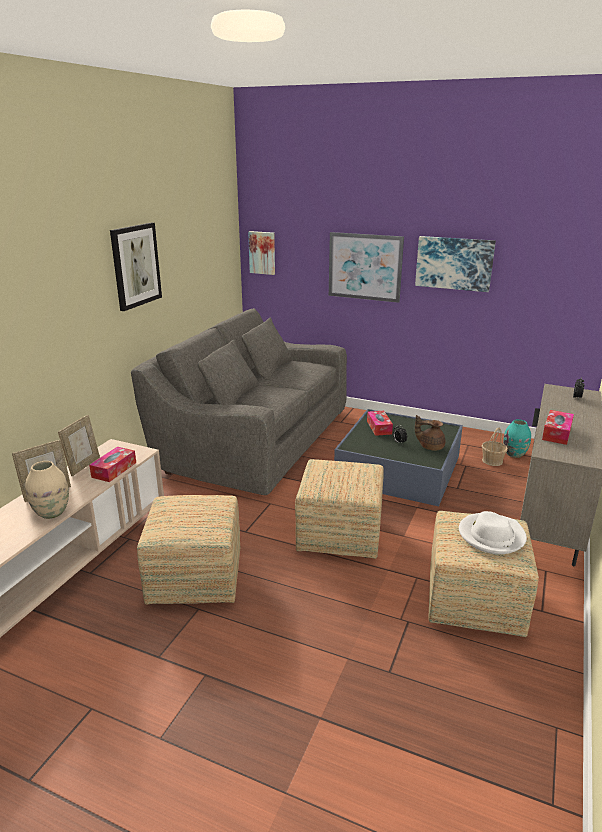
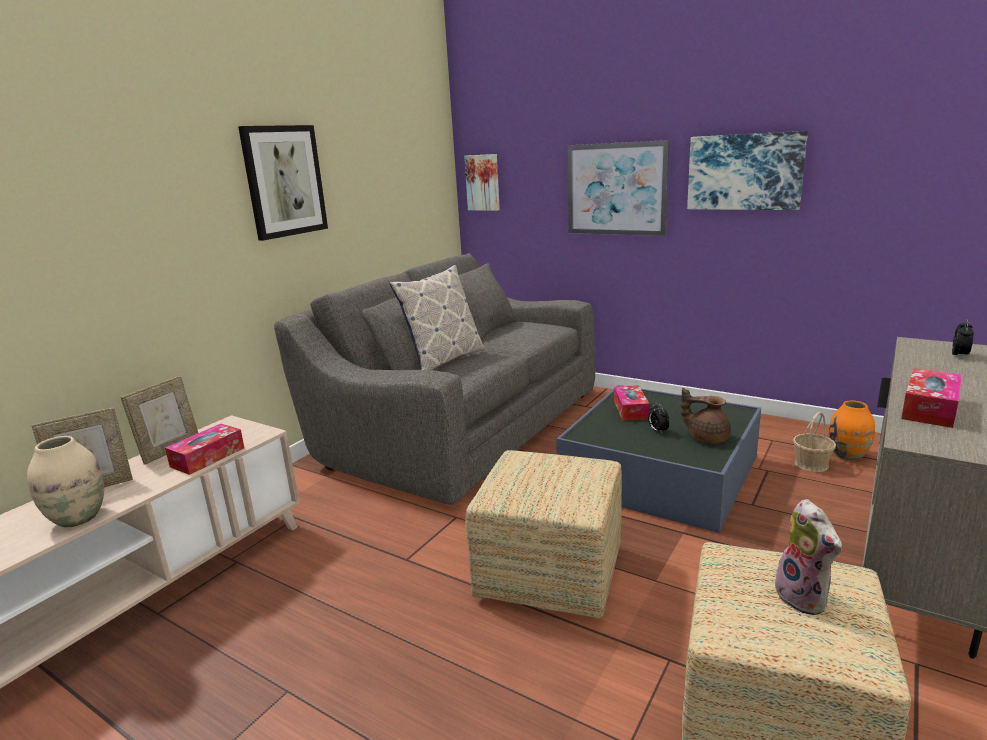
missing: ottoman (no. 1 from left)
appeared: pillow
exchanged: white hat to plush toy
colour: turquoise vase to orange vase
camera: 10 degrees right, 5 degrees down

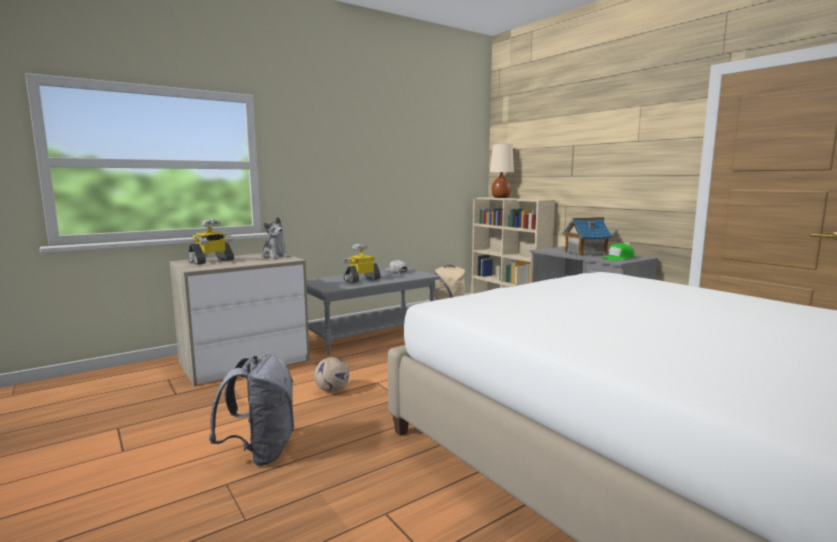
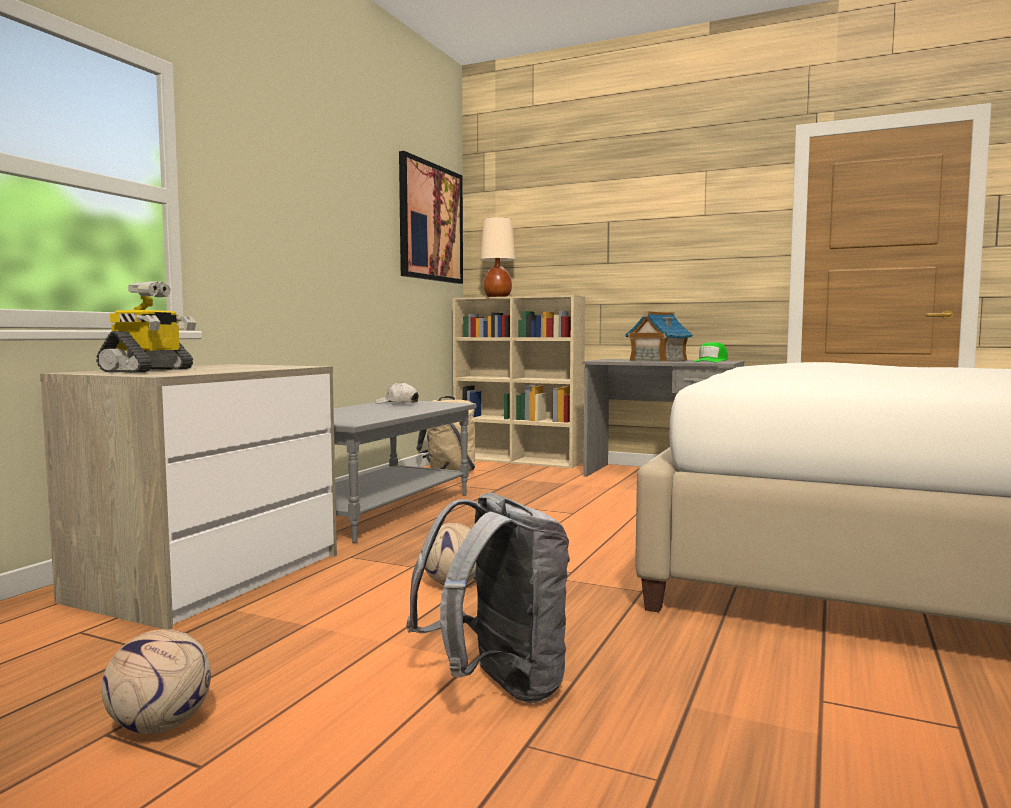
missing: plush toy; toy robot (no. 2 from left)
appeared: picture; football (no. 1 from left)
camera: 30 degrees left, 5 degrees down

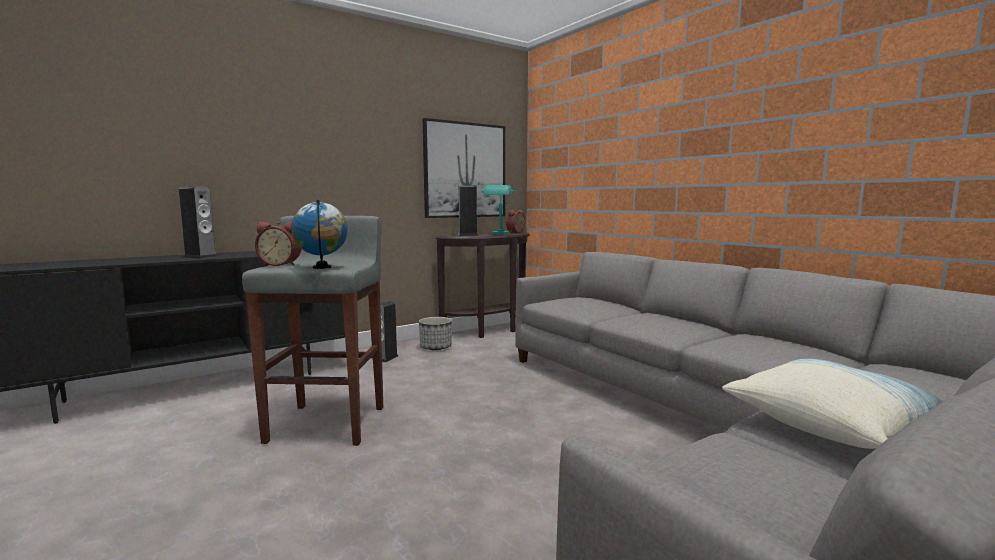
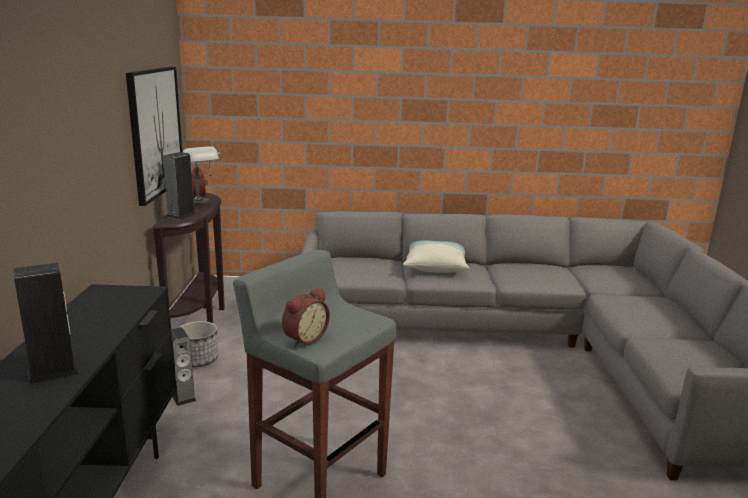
missing: globe
relocated: pillow
colour: turquoise table lamp to grey table lamp
camera: 55 degrees left, 10 degrees up

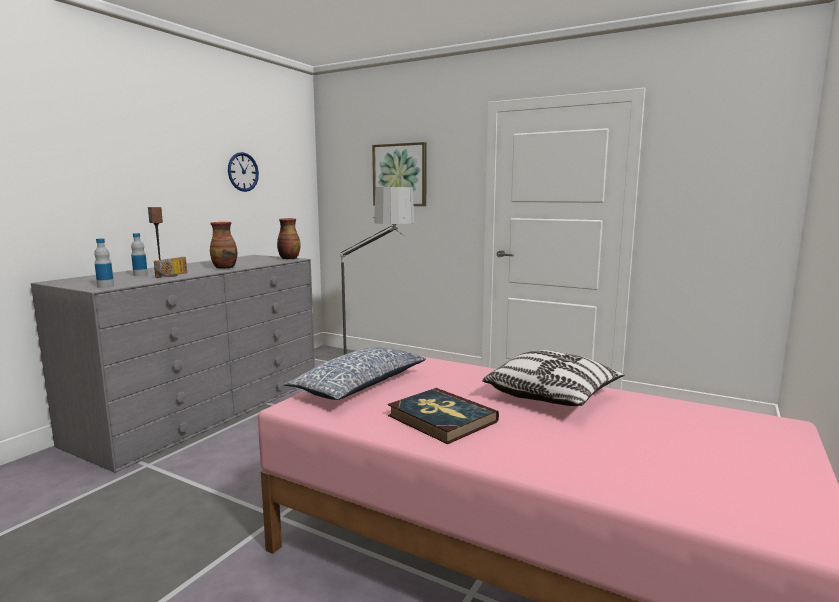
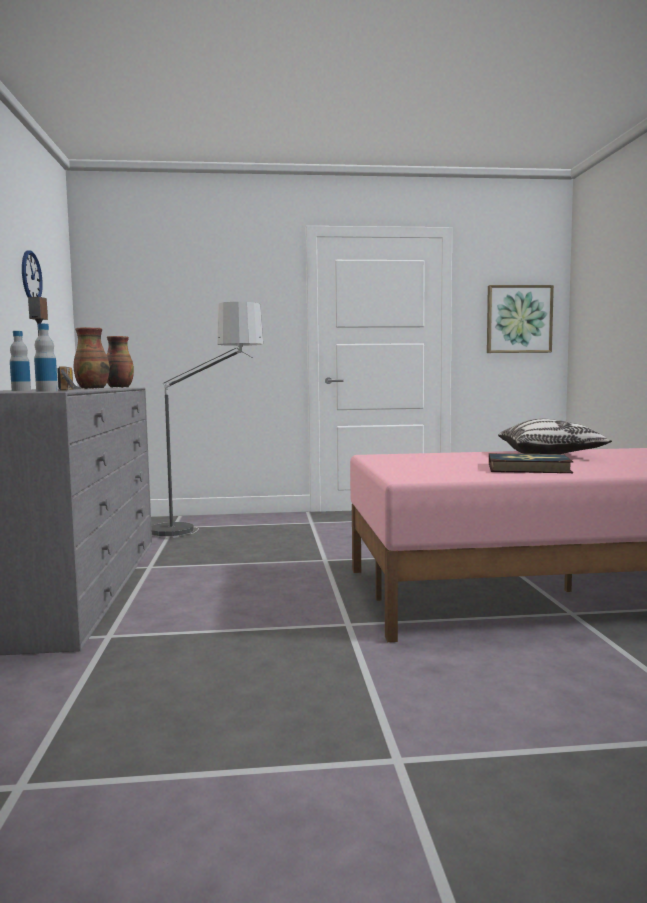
missing: pillow (no. 1 from left)
relocated: picture
camera: 35 degrees left, 5 degrees down

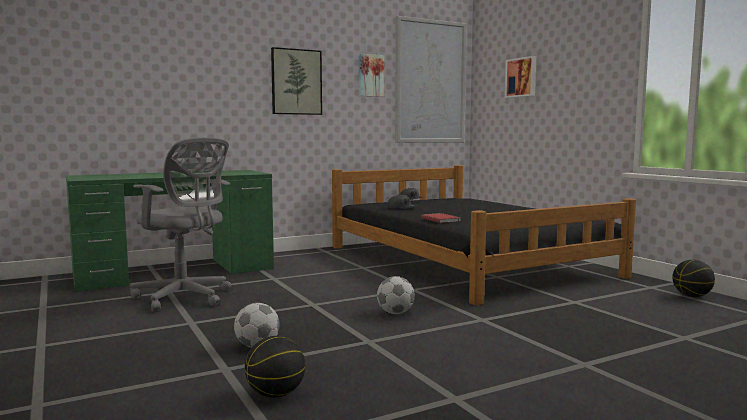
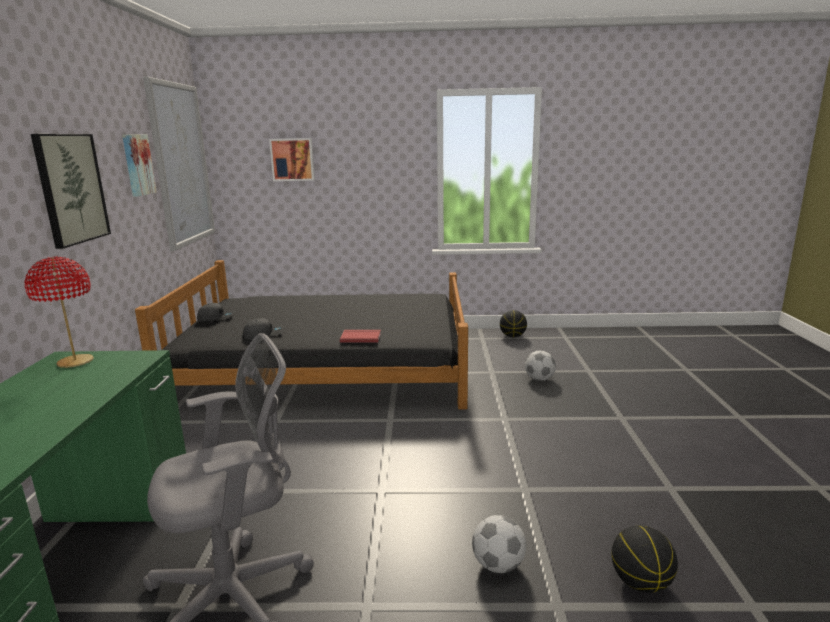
appeared: red table lamp
relocated: football (no. 2 from left)
camera: 60 degrees left, 10 degrees up

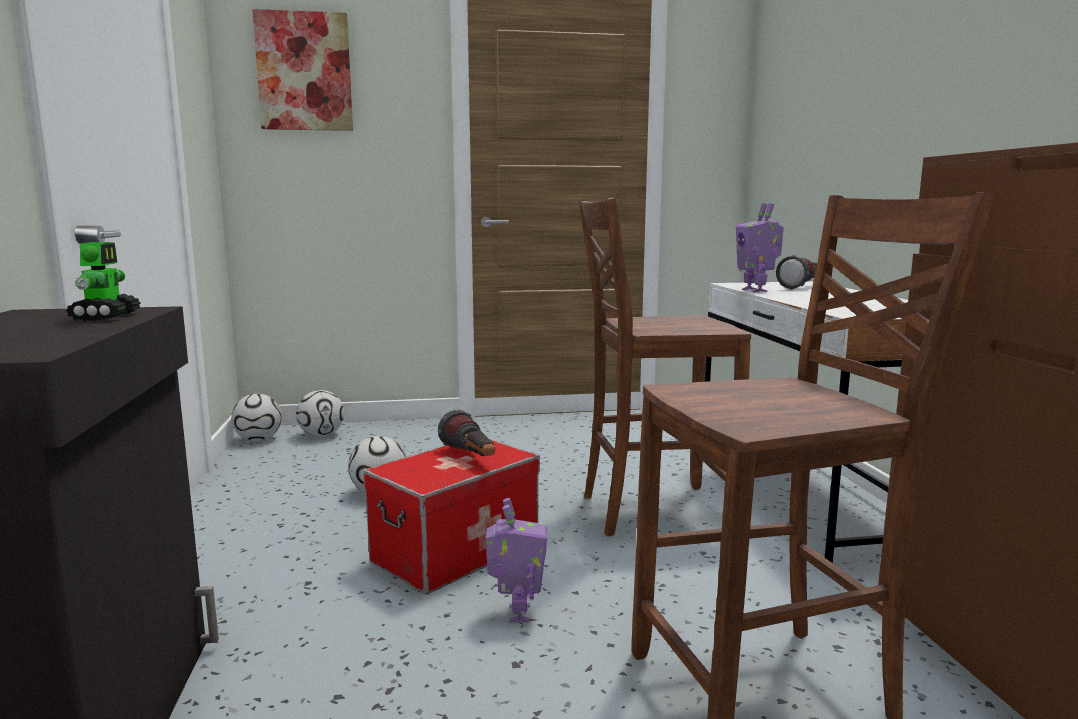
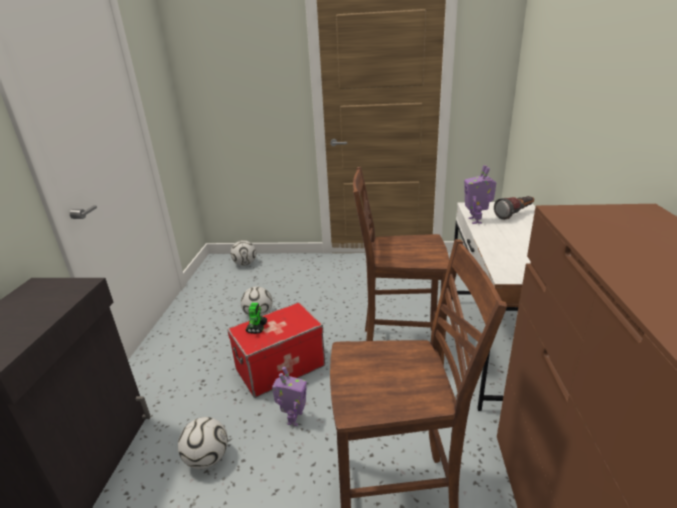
missing: picture; flashlight (no. 1 from left)
relocated: toy robot (no. 1 from left); football (no. 1 from left)
camera: 15 degrees right, 15 degrees up

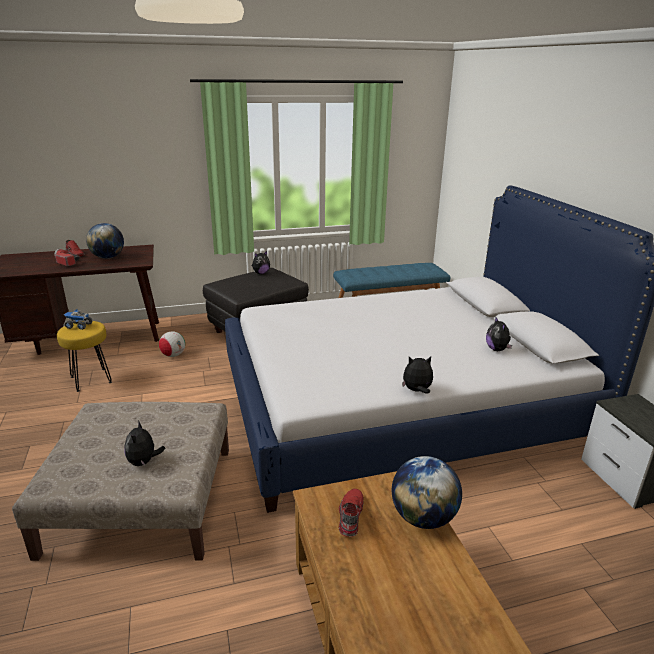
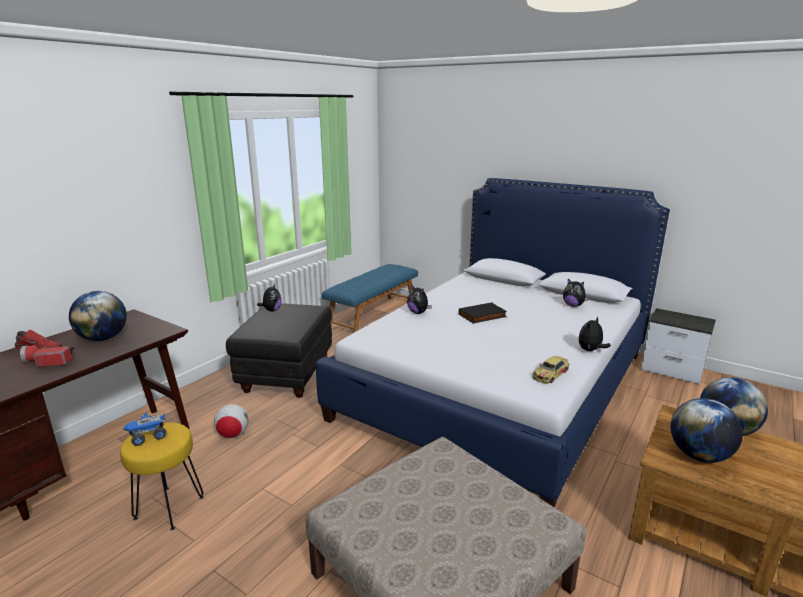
appeared: black book; toy car
relocated: plush toy (no. 1 from left in the first image) to plush toy (no. 2 from left)
exchanged: red shoe (no. 2 from left) to globe (no. 2 from left)
camera: 40 degrees left, 5 degrees down

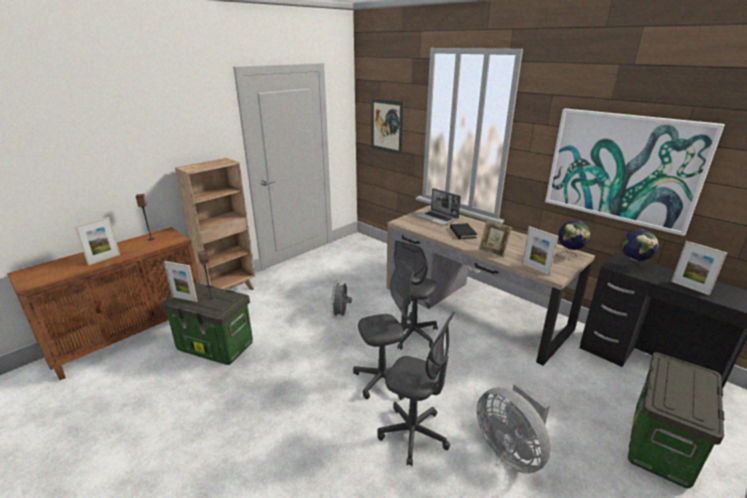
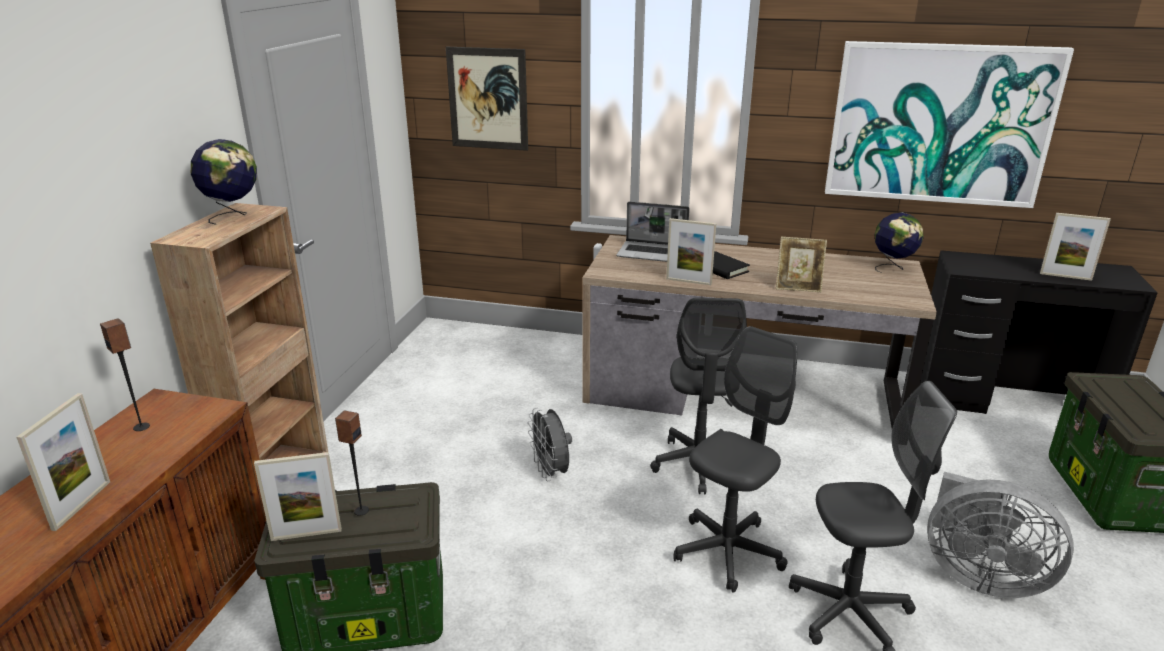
relocated: picture frame (no. 4 from left in the first image) to picture frame (no. 3 from left); globe (no. 2 from left in the first image) to globe (no. 1 from left)
camera: 30 degrees left, 0 degrees up

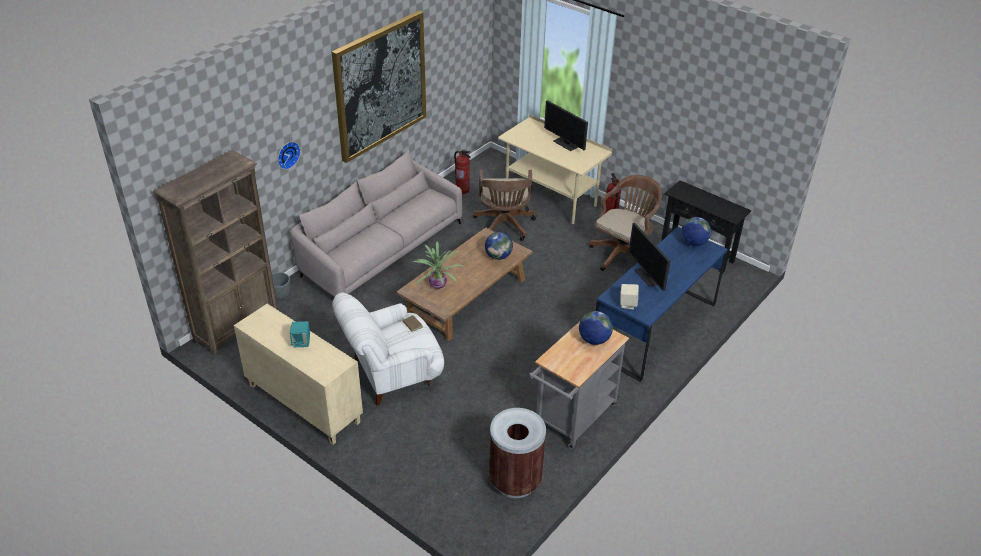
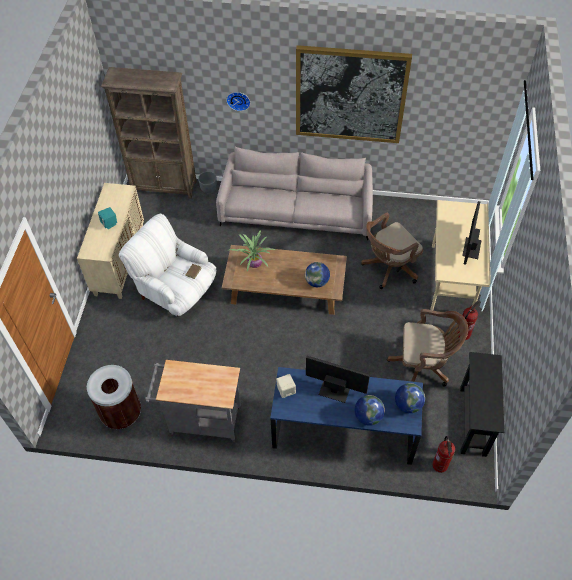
relocated: fire extinguisher (no. 1 from left); globe (no. 2 from left)
spun: monitor (no. 2 from left in the first image) 75 degrees clockwise
camera: 60 degrees right, 15 degrees up

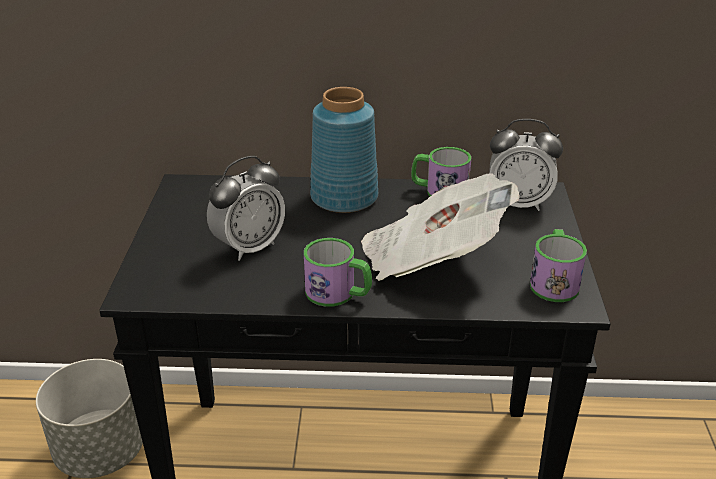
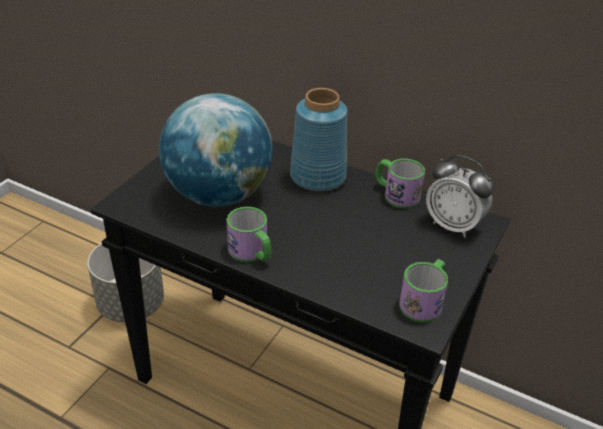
missing: newspaper
exchanged: alarm clock (no. 1 from left) to globe
camera: 25 degrees right, 5 degrees up

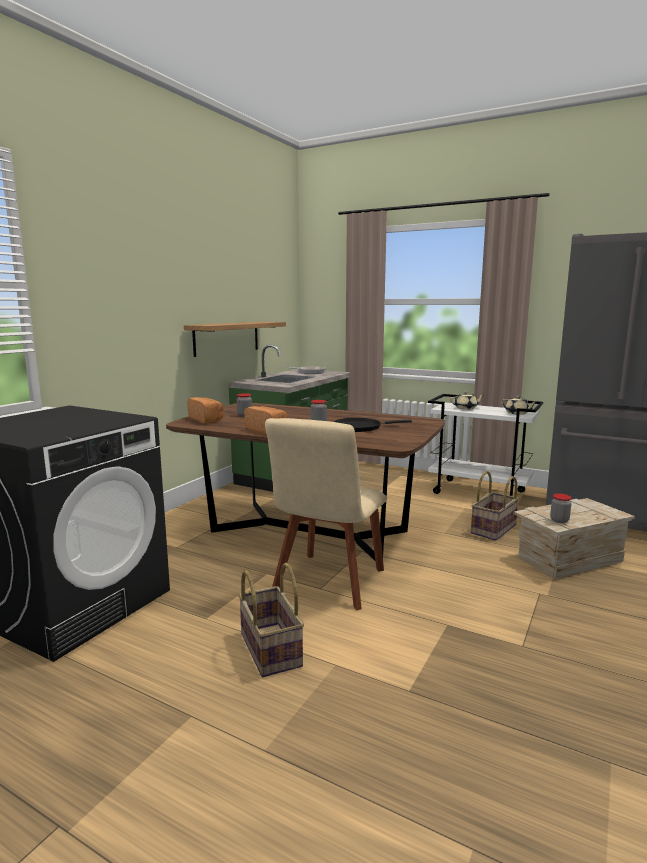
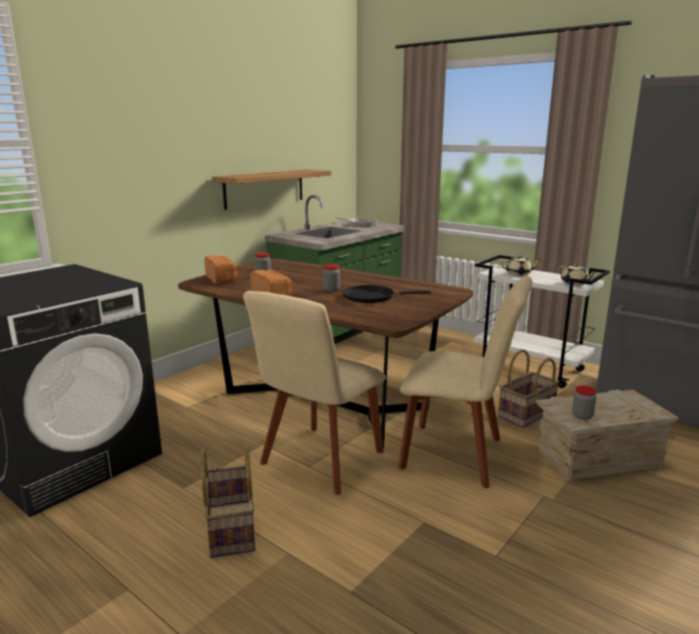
appeared: beige chair (no. 2 from left)
camera: 10 degrees right, 5 degrees up

